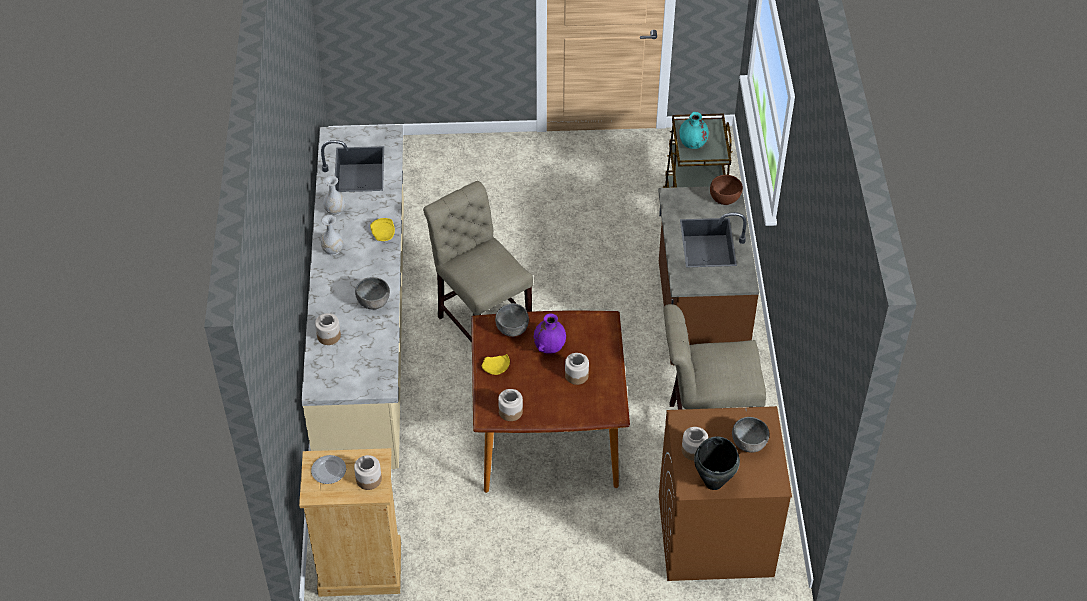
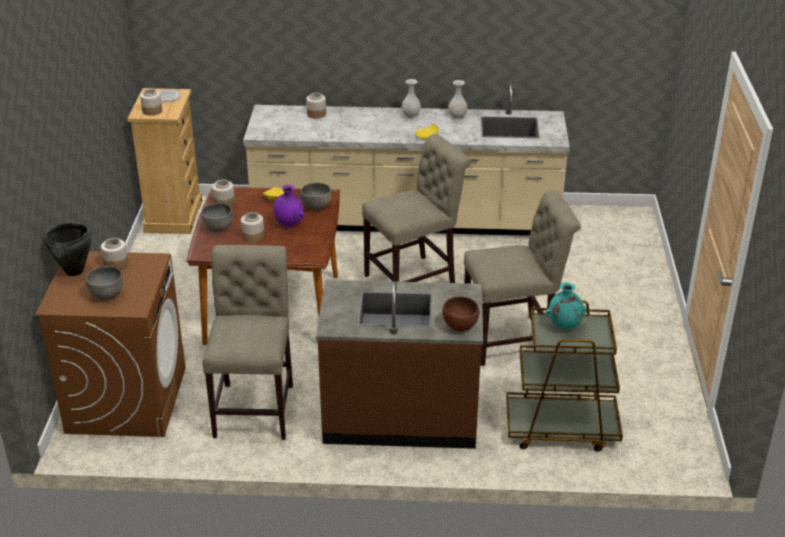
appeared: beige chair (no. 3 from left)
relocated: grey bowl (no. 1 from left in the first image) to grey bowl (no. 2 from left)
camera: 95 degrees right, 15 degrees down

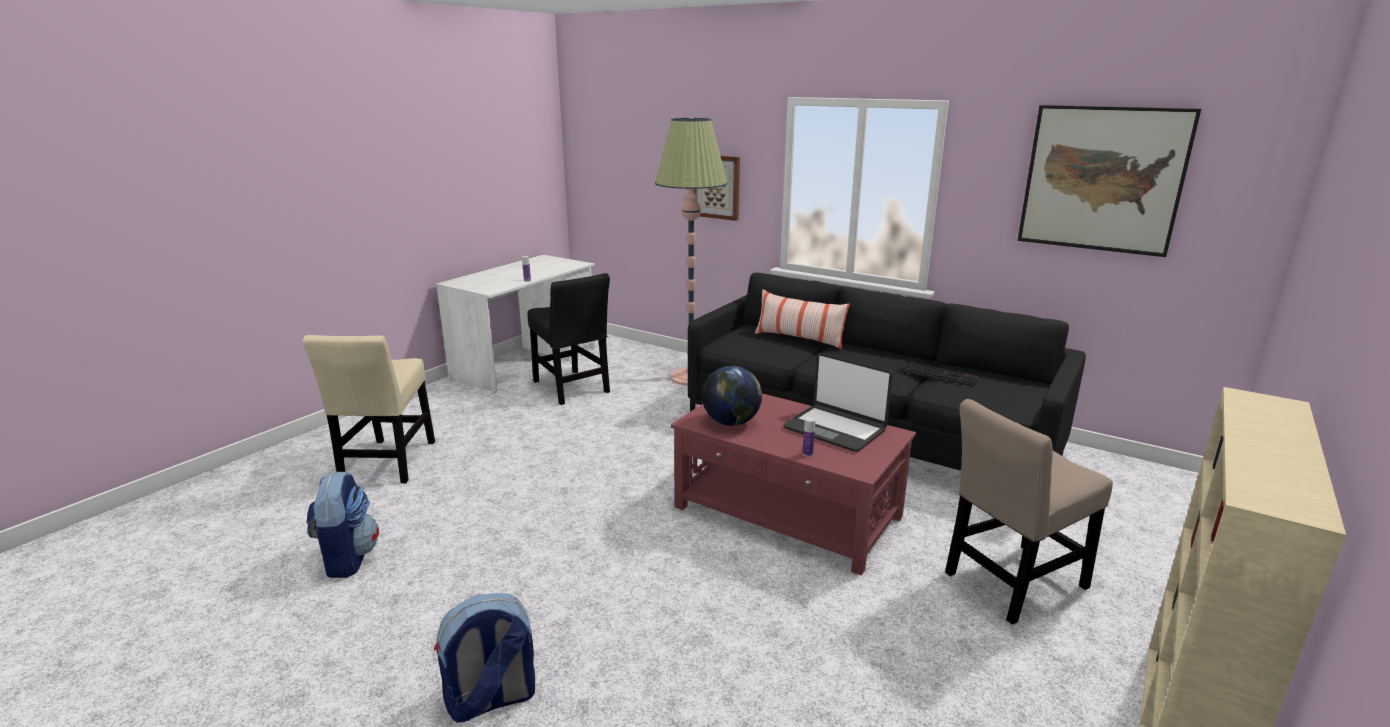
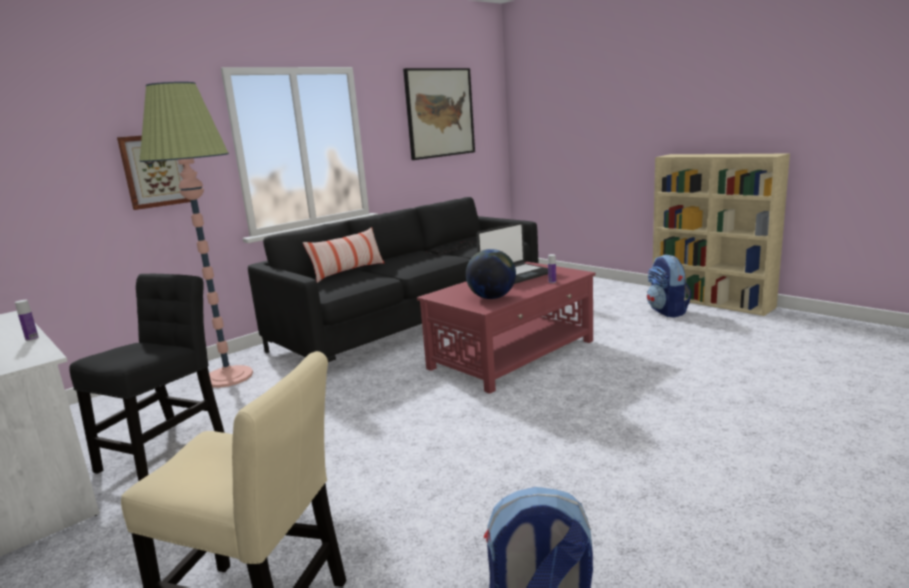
missing: beige chair (no. 2 from left)
relocated: backpack (no. 2 from left)
spun: black chair 45 degrees counterclockwise
camera: 75 degrees left, 5 degrees down

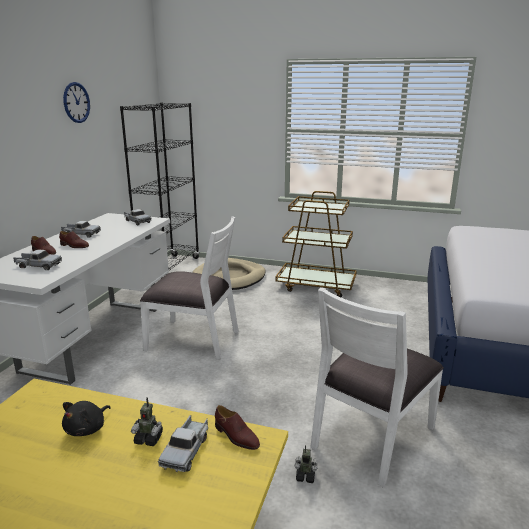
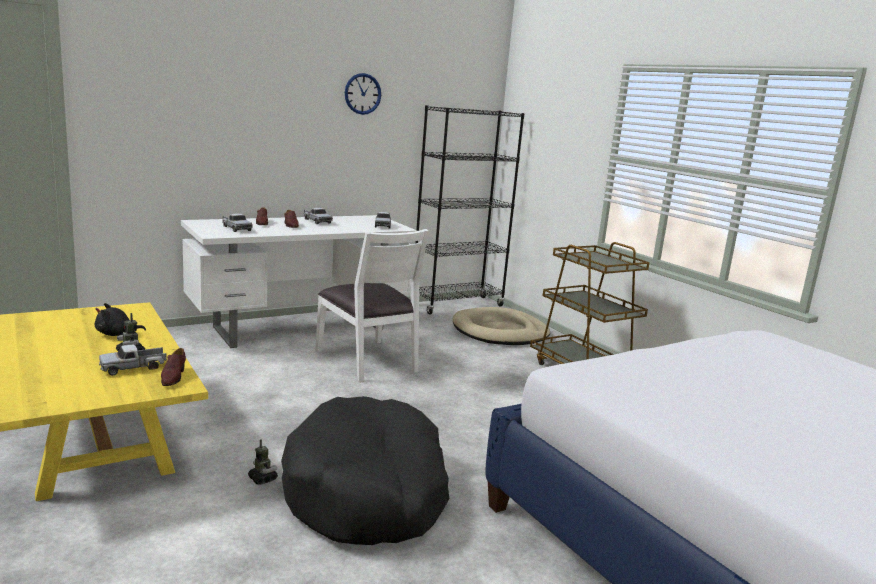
exchanged: white chair (no. 2 from left) to black dog bed
camera: 40 degrees right, 5 degrees down

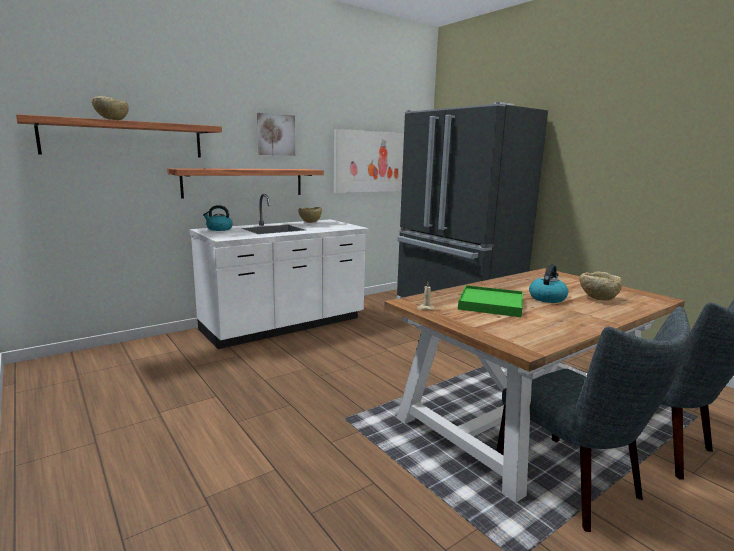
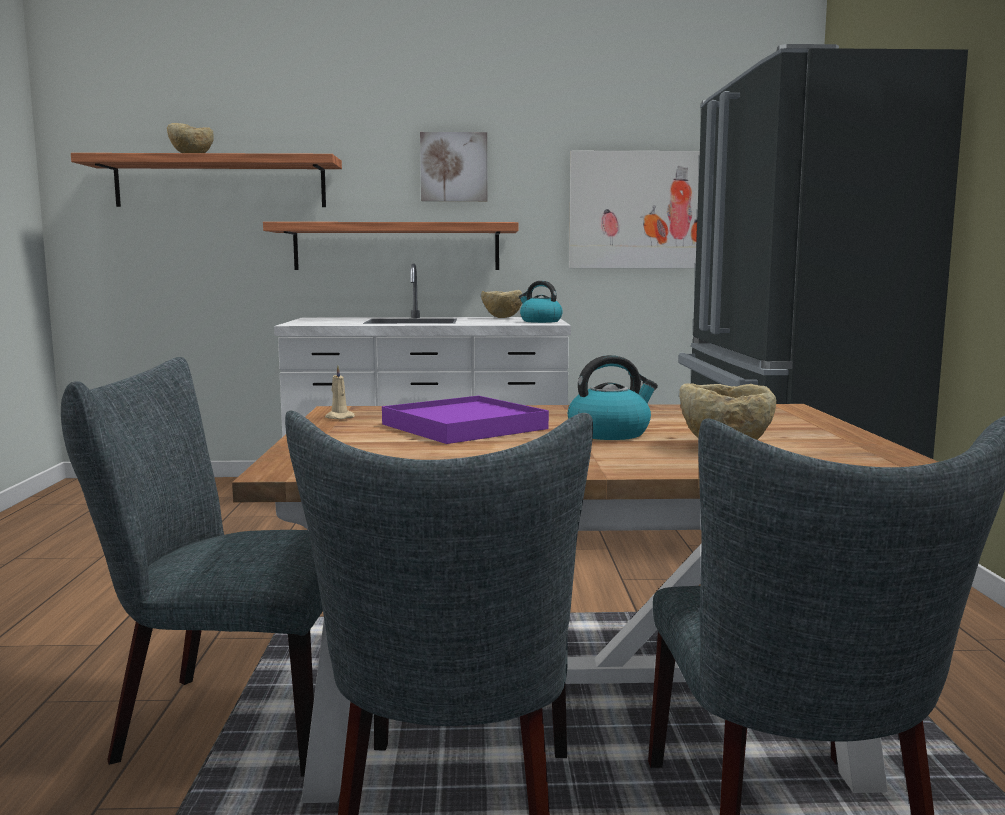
appeared: grey chair (no. 1 from left)
relocated: kettle (no. 1 from left)
colour: green tray to purple tray
camera: 35 degrees right, 5 degrees down

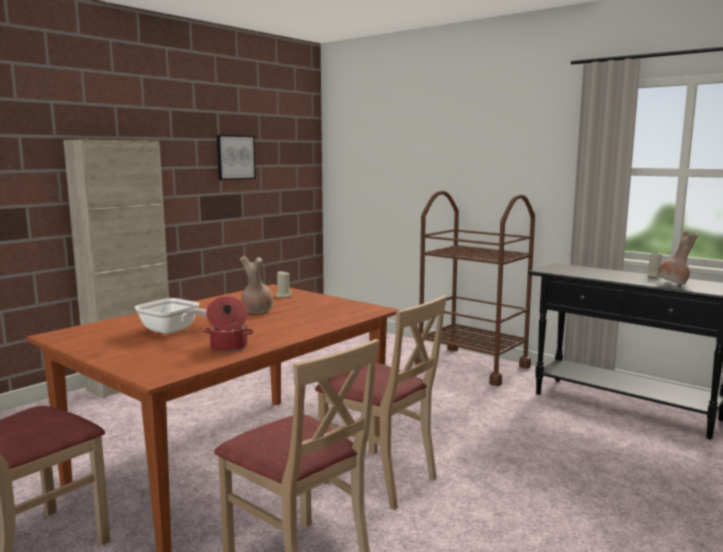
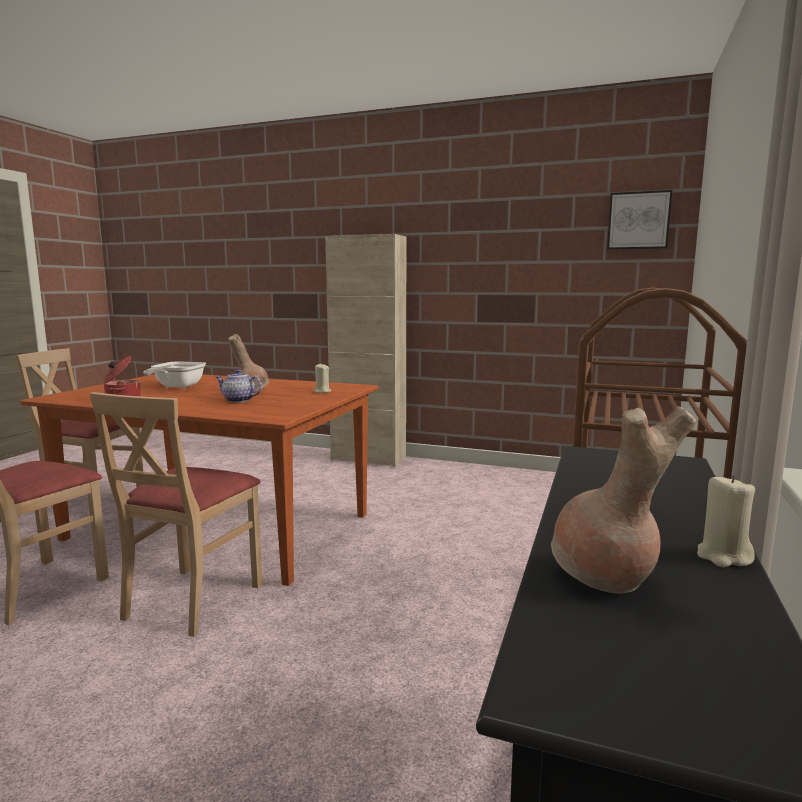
appeared: teapot
relocated: picture
camera: 70 degrees right, 0 degrees up

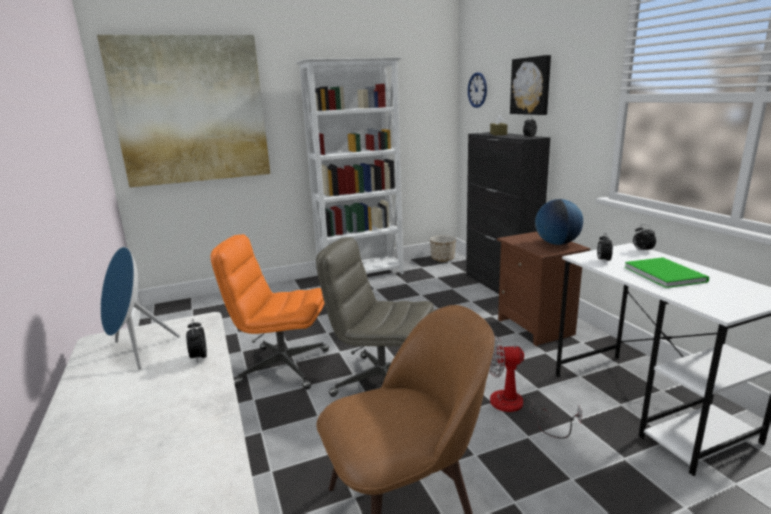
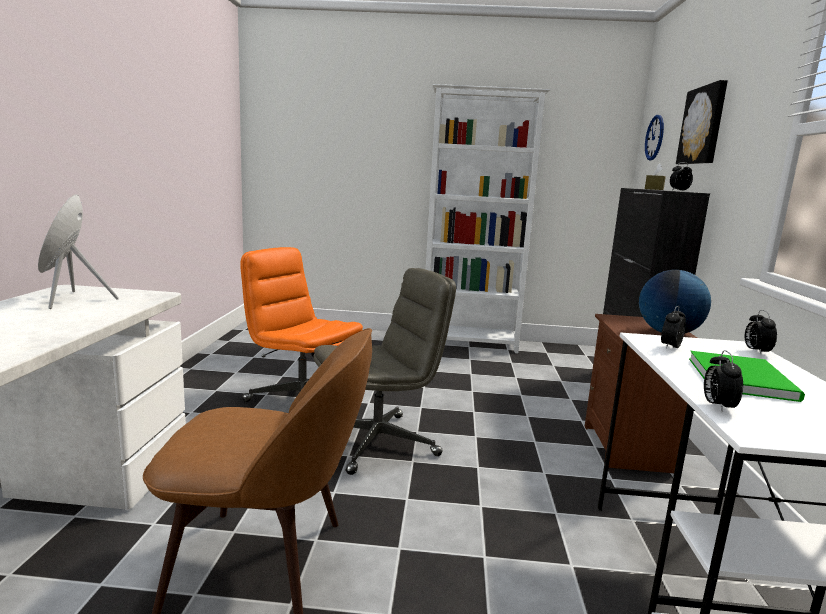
missing: picture (no. 1 from left); planter; fan
relocated: alarm clock (no. 1 from left in the first image) to alarm clock (no. 3 from left)
spun: grey office chair 105 degrees clockwise
camera: 25 degrees right, 5 degrees down

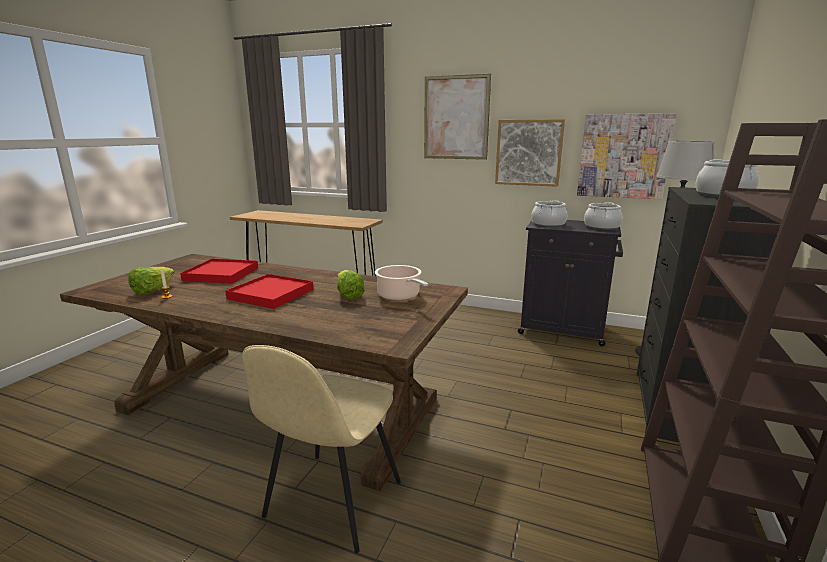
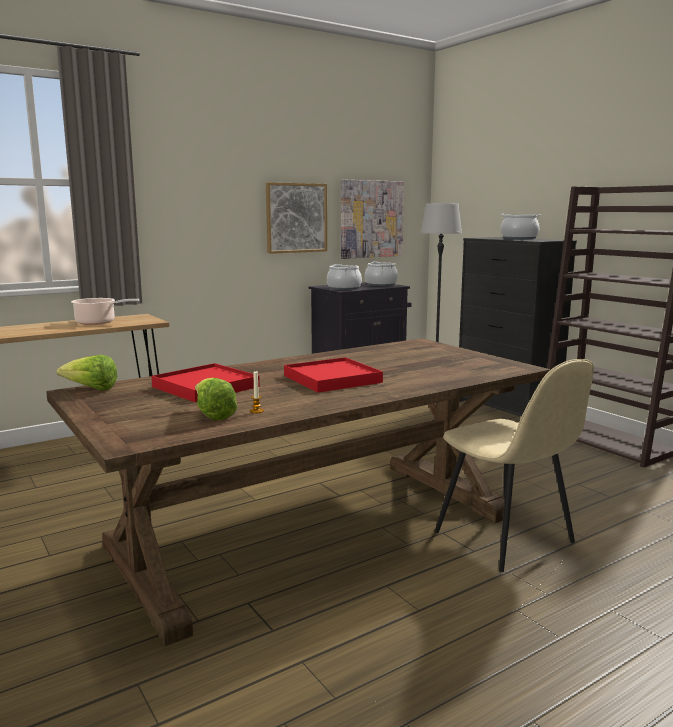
missing: picture (no. 1 from left)
relocated: cooking pot (no. 1 from left); lettuce (no. 2 from left in the first image) to lettuce (no. 1 from left)
camera: 55 degrees left, 5 degrees down

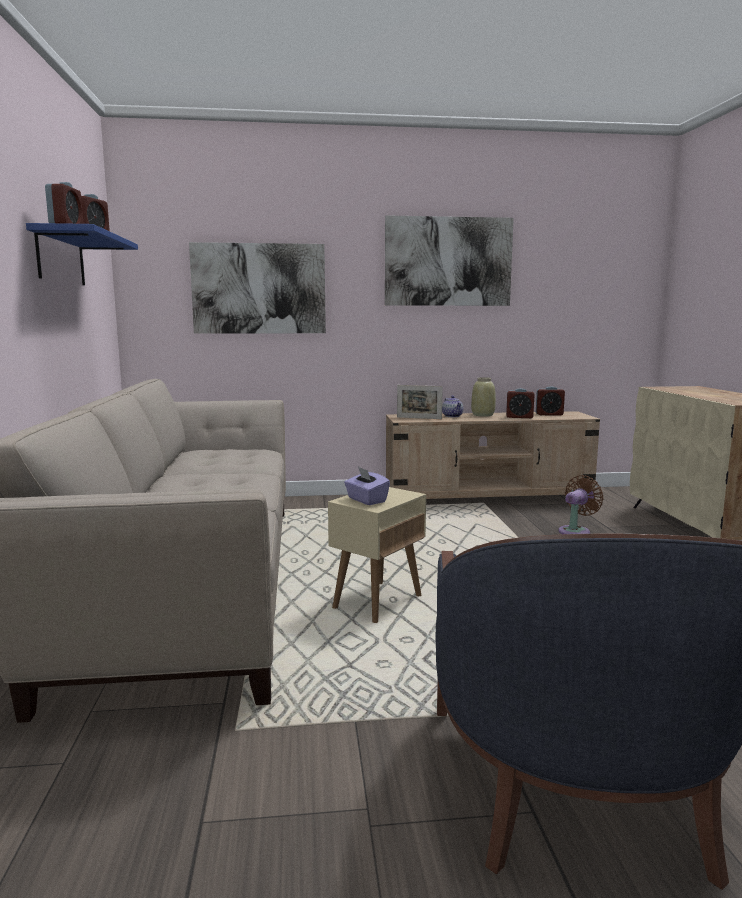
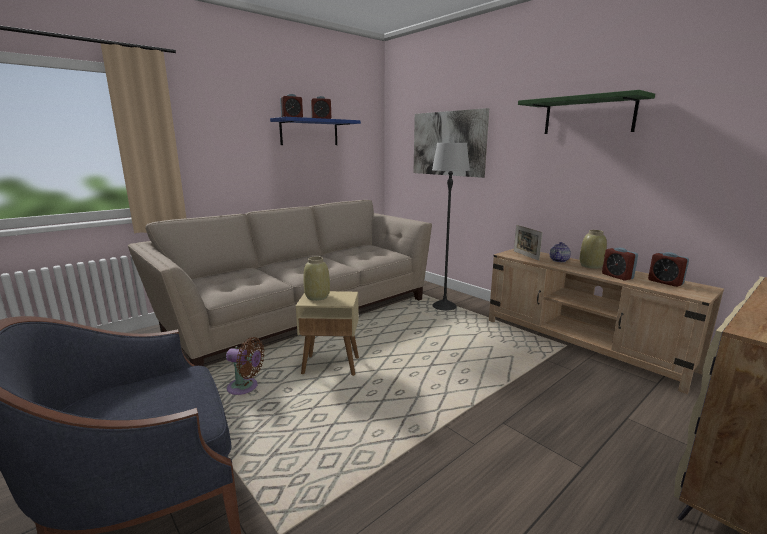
appeared: floor lamp
relocated: brown fan
exchanged: picture (no. 2 from left) to green shelf; purple tissue box to beige vase (no. 1 from left)
camera: 55 degrees right, 5 degrees up

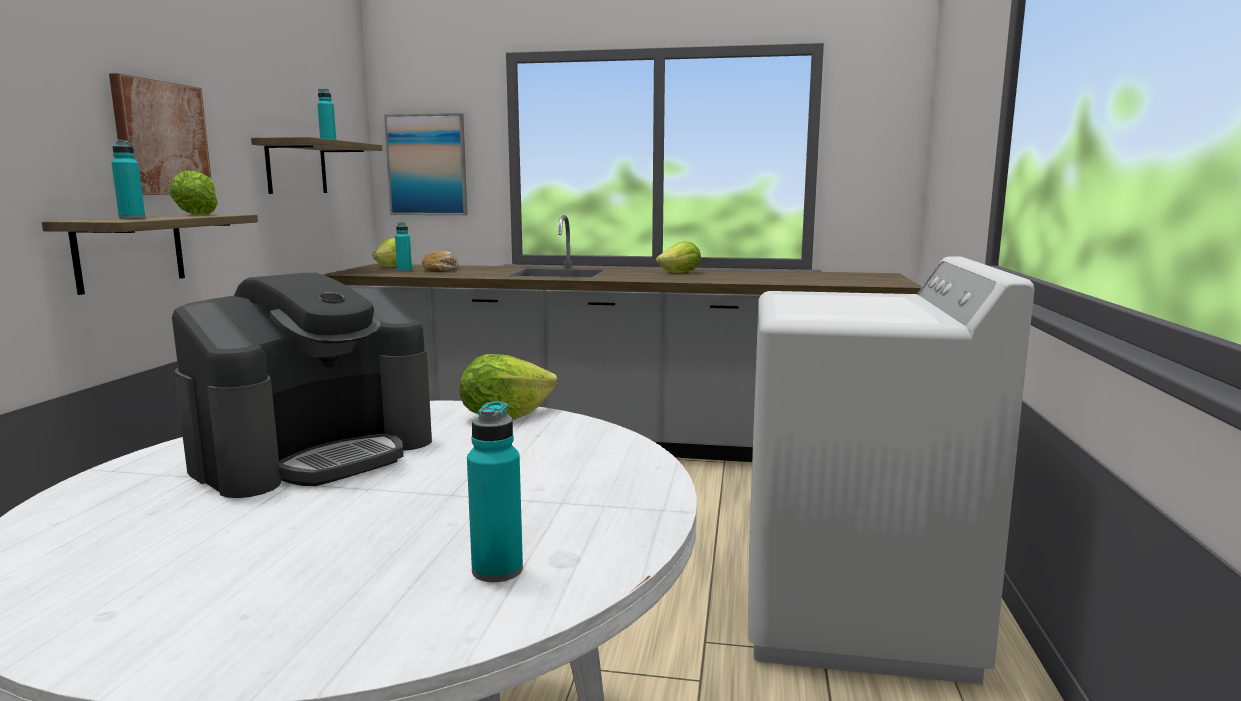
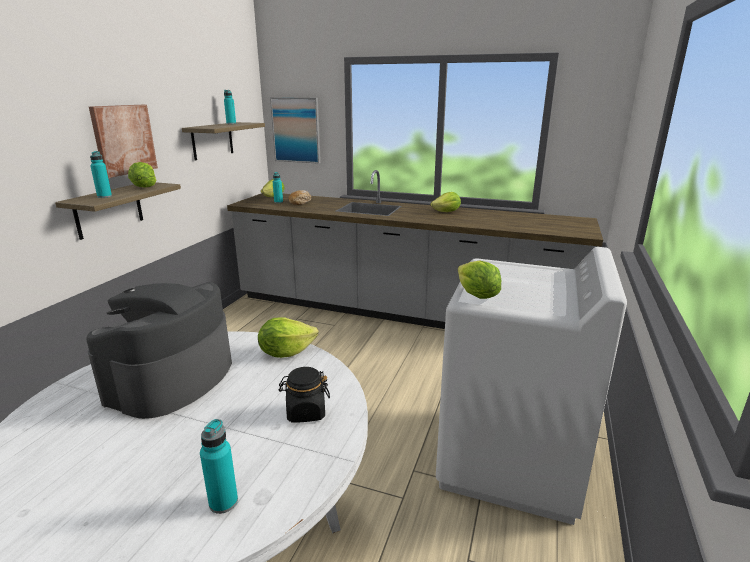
appeared: lettuce (no. 5 from left); black jar
spun: coffee machine 150 degrees clockwise
camera: 10 degrees right, 10 degrees up

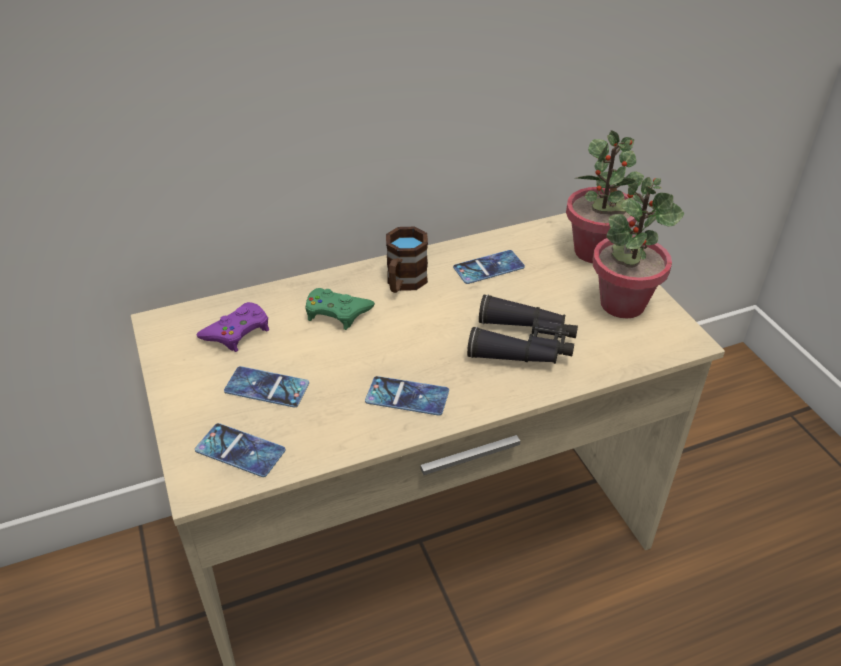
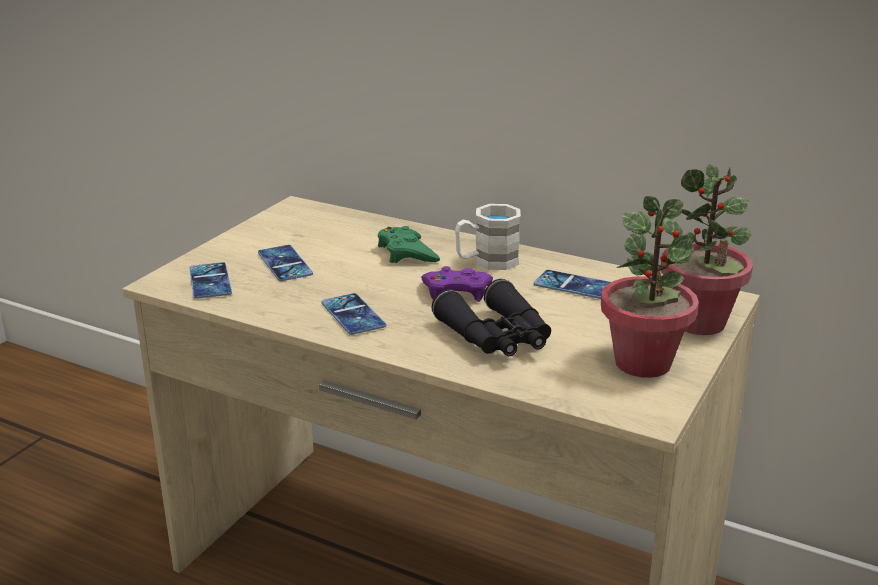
relocated: purple game controller
colour: brown mug to white mug
camera: 50 degrees right, 15 degrees down

